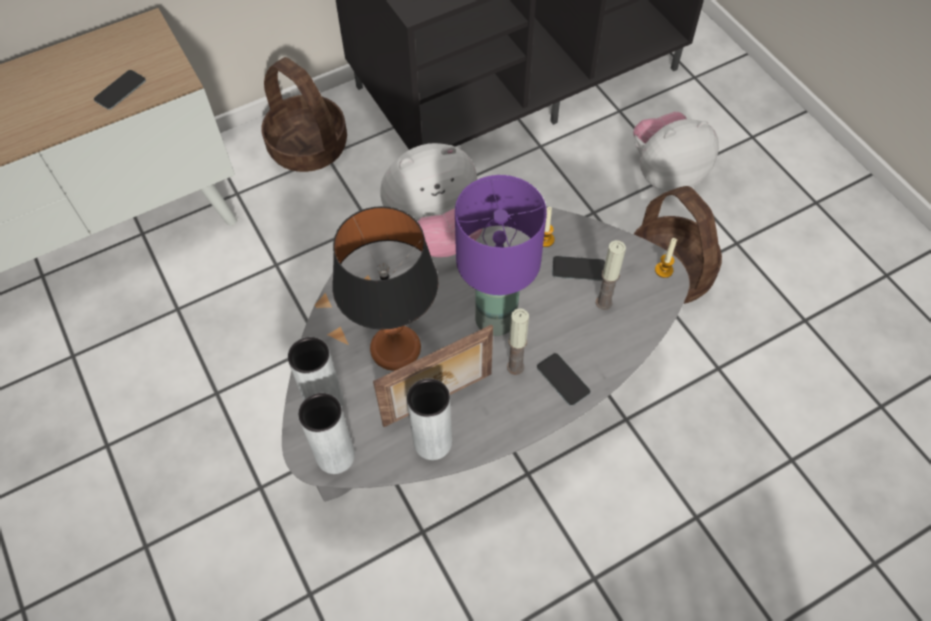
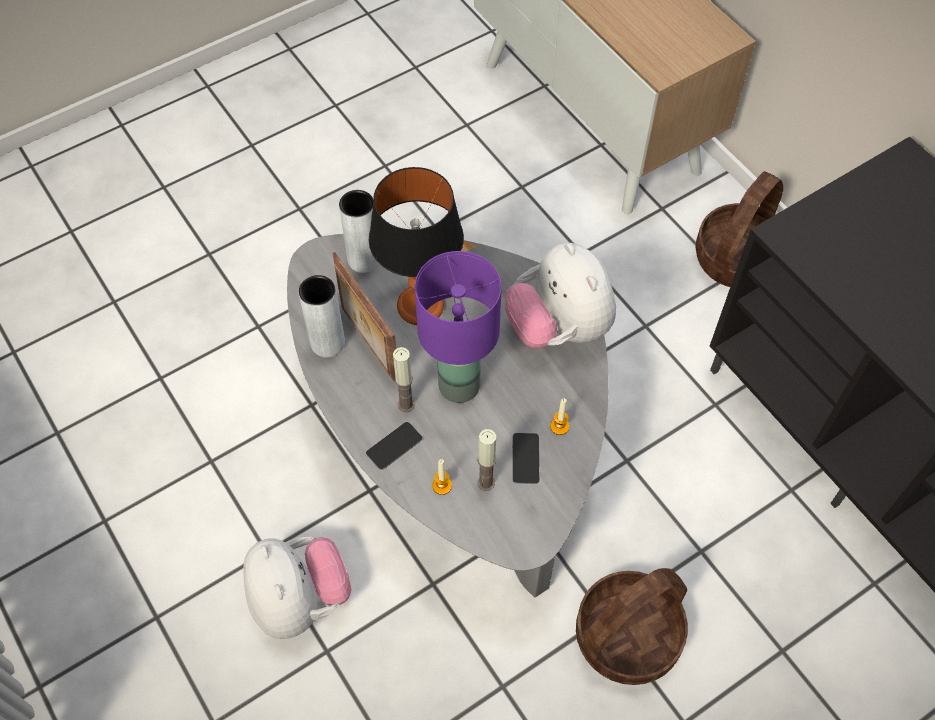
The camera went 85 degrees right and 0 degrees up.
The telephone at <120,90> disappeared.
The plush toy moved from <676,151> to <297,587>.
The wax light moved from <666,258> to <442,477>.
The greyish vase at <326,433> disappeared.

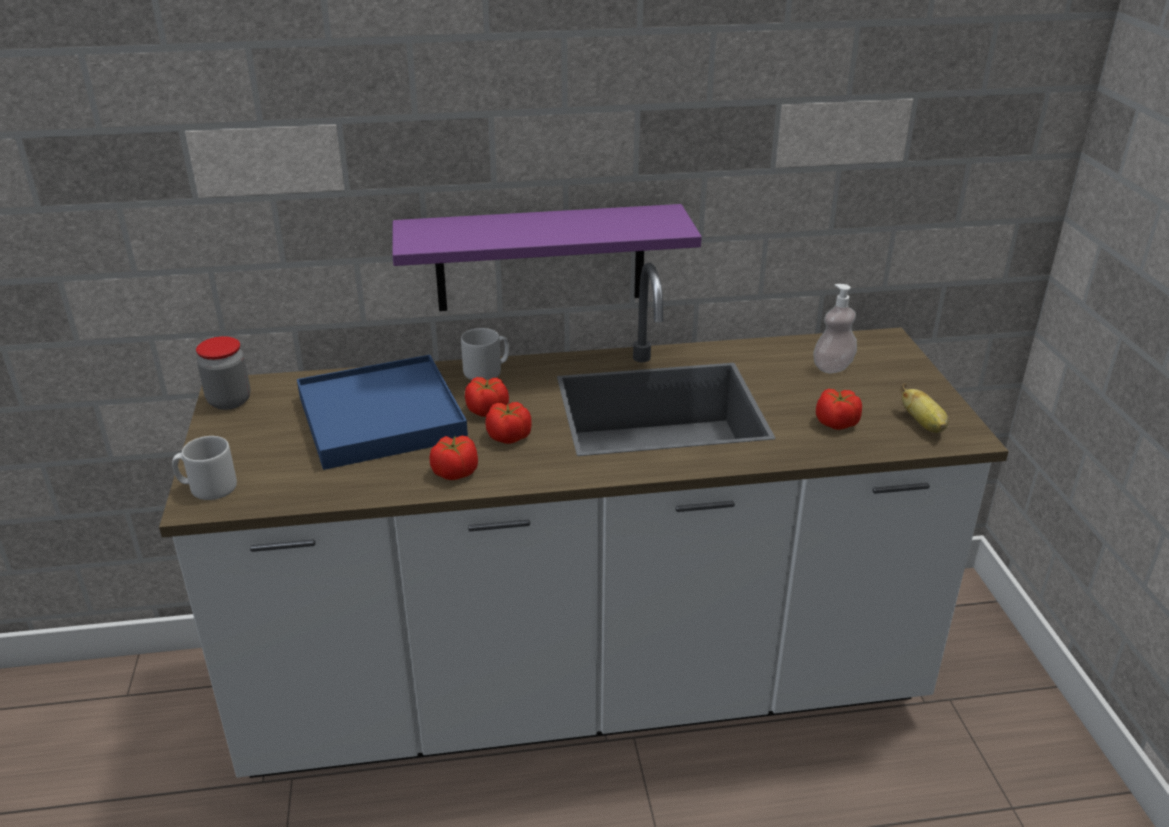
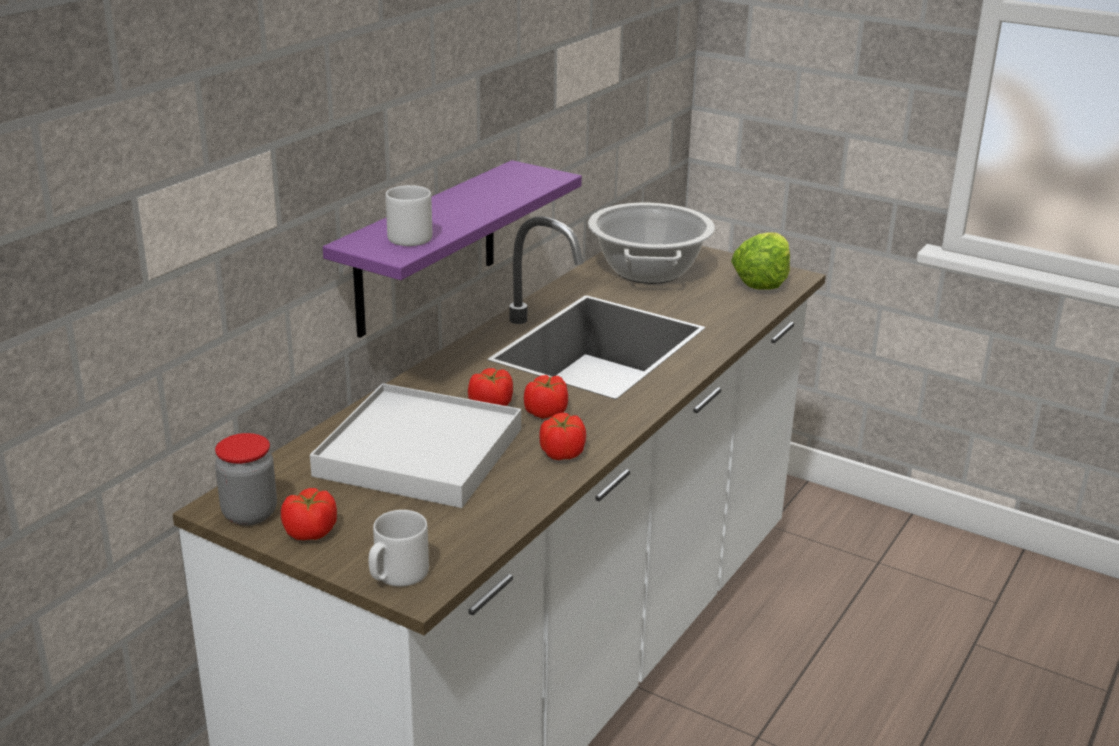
The camera went 50 degrees left and 5 degrees down.
The soap dispenser at <835,328> was replaced by the cooking pot at <651,243>.
The greyish coffee mug moved from <485,354> to <409,215>.
The blue-coloured serving tray at <382,412> became the white serving tray at <415,445>.
The whole banana at <924,408> was replaced by the lettuce head at <760,261>.
The fresh tomato moved from <839,409> to <309,514>.

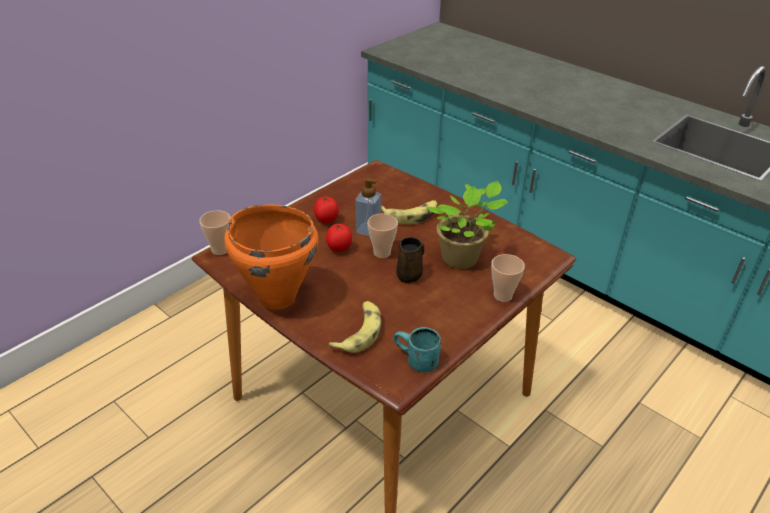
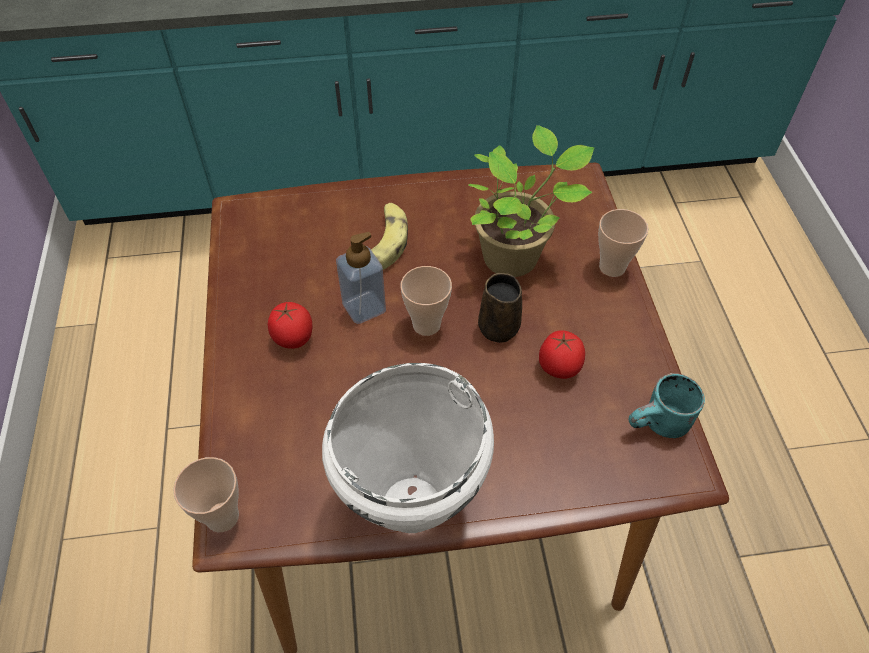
The camera went 50 degrees left and 15 degrees up.
The orangey cooking pot at <271,257> became the white cooking pot at <408,448>.
The fresh tomato moved from <339,237> to <562,354>.
The whole banana at <355,327> disappeared.

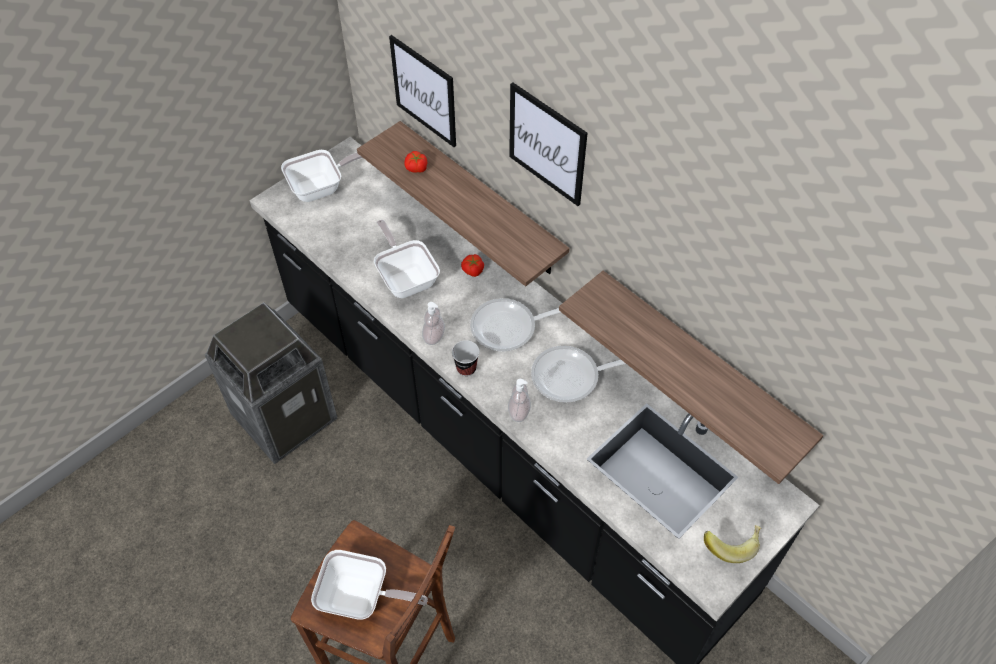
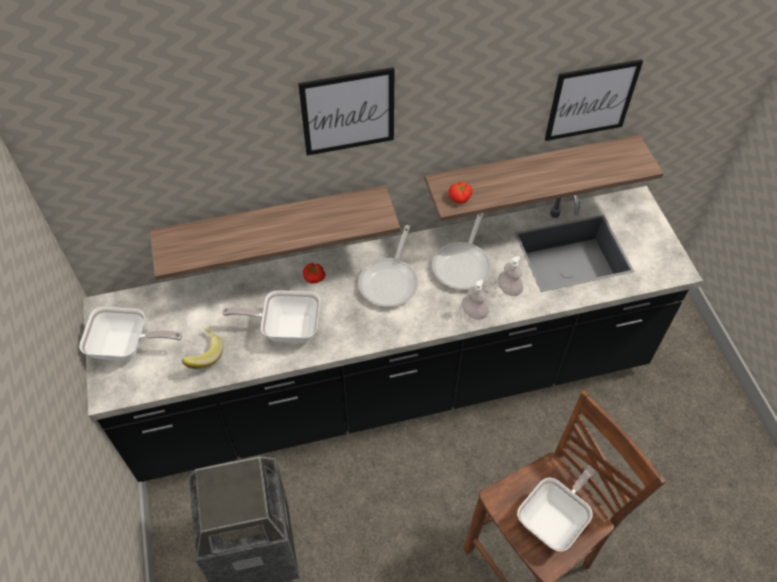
The camera went 60 degrees left and 0 degrees up.
The wall art moved from <422,91> to <594,100>.
The pan at <322,176> turned 90 degrees clockwise.
The fresh tomato moved from <415,162> to <460,193>.
The soap dispenser moved from <433,323> to <510,276>.
The cup at <465,358> disappeared.
The whole banana moved from <732,544> to <203,348>.

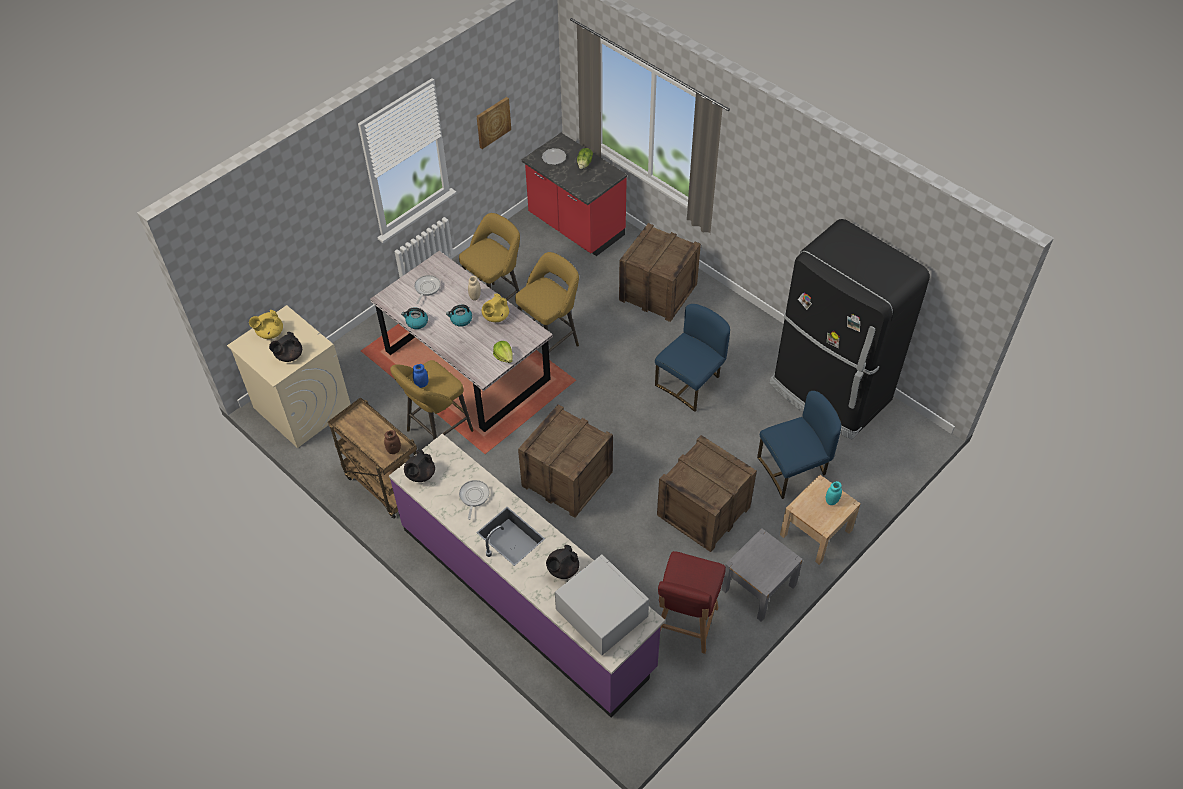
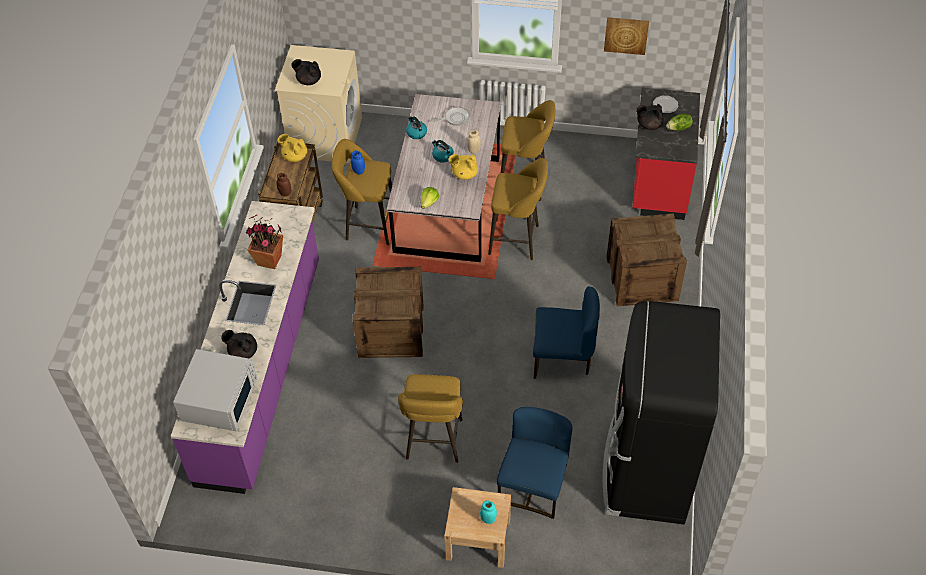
The camera went 55 degrees right and 0 degrees up.
The yellow-coloured tea pot moved from <266,324> to <292,148>.
The blue-coloured upright chair at <799,445> turned 105 degrees counterclockwise.
The packing crate at <707,493> was replaced by the yellow-coloured stool at <430,418>.
The black-coloured tea pot moved from <419,466> to <650,117>.
The pan at <474,500> was replaced by the plant in a pot at <264,242>.
The greyish bedside table at <762,575> disappeared.
The red-coloured upright chair at <692,602> disappeared.

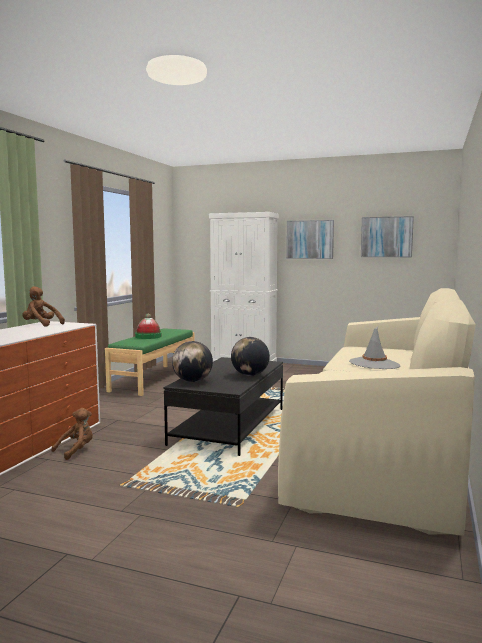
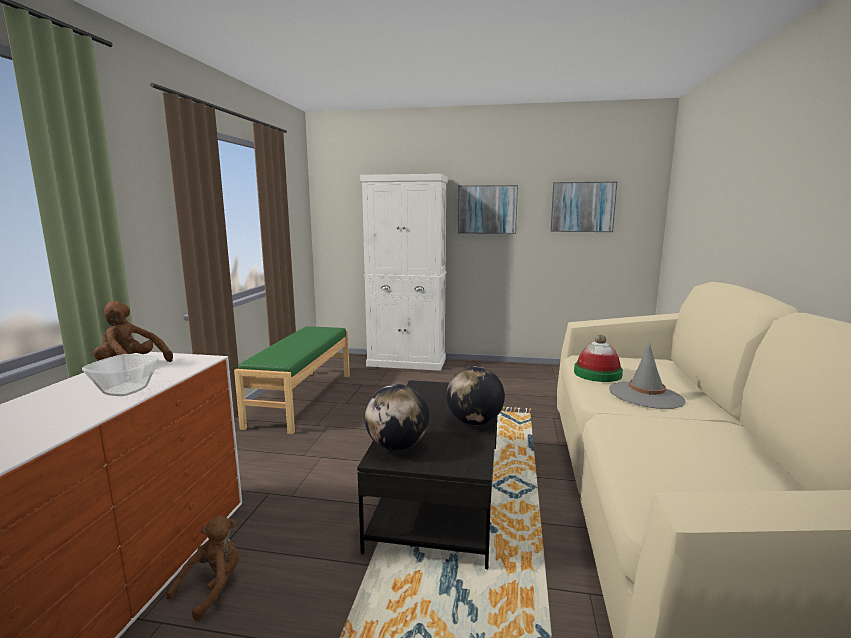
The camera went 10 degrees left and 5 degrees up.
The wearable hat moved from <148,326> to <598,358>.
The bowl at <120,375> appeared.

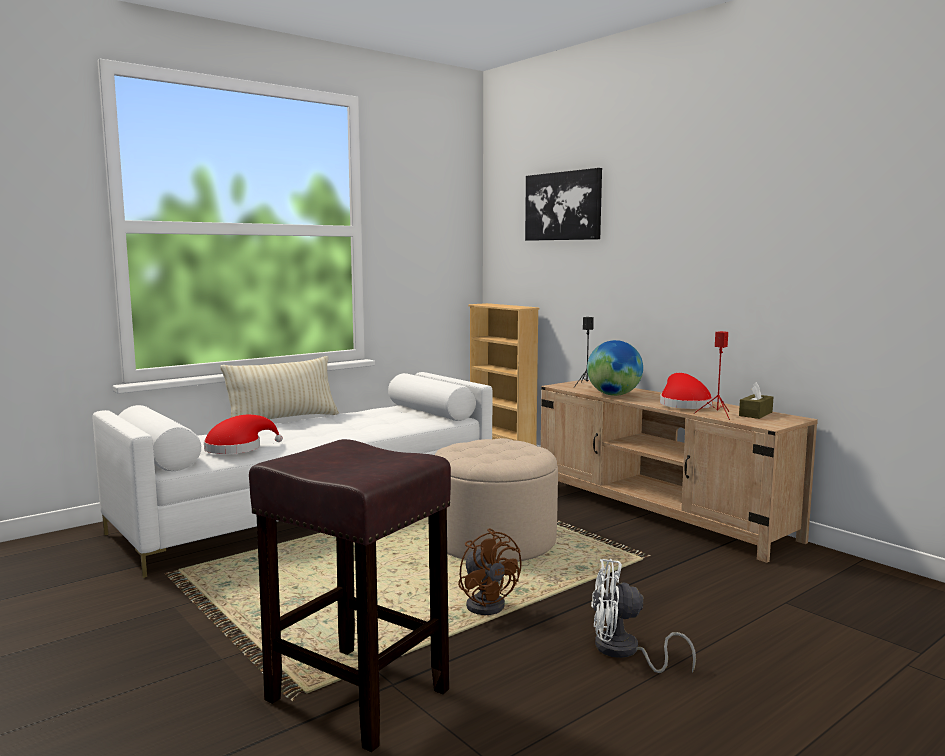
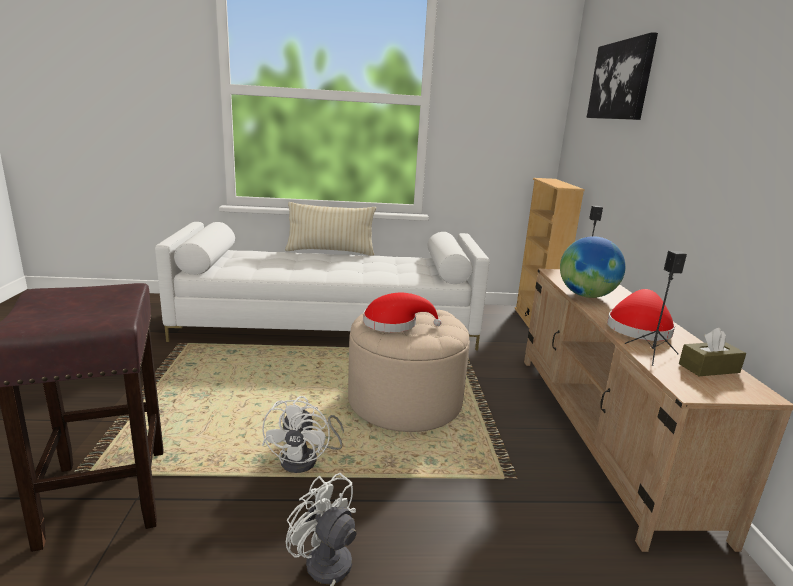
The camera went 35 degrees right and 10 degrees up.
The red-coloured loudspeaker at <711,375> became the black-coloured loudspeaker at <656,308>.
The red-coloured wearable hat moved from <243,434> to <402,312>.
The brown-coloured electric fan at <490,571> became the white electric fan at <303,434>.

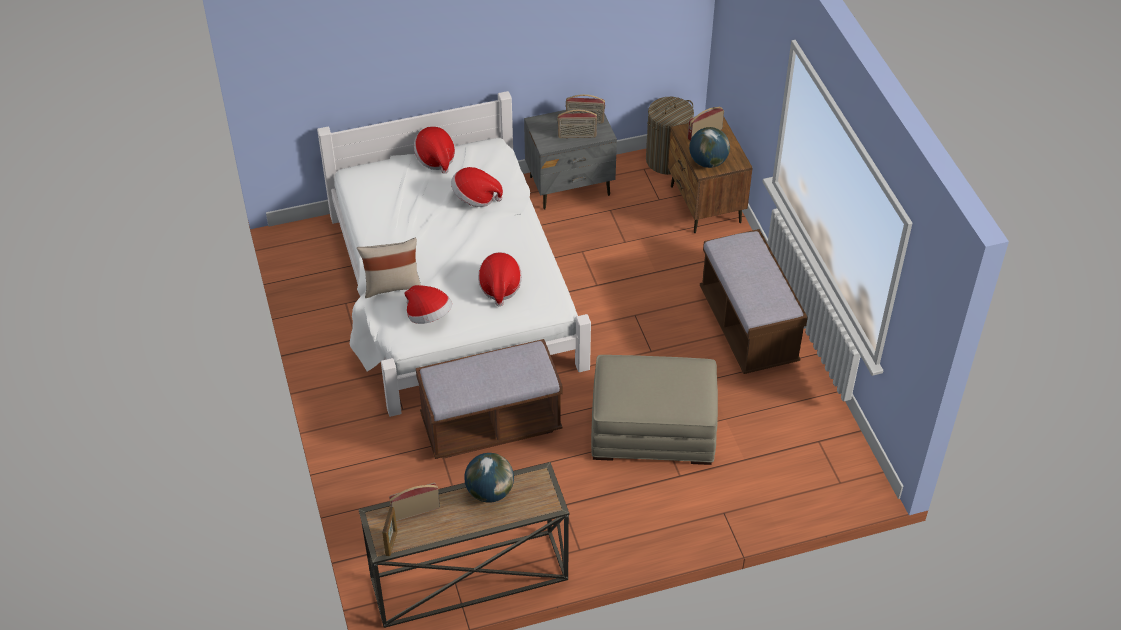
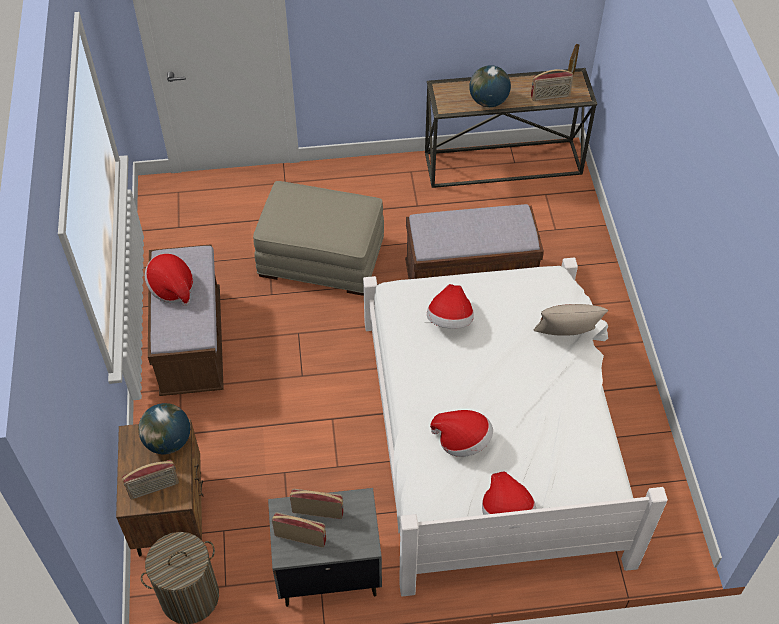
The camera went 170 degrees left and 5 degrees up.
The wearable hat moved from <428,304> to <169,279>.

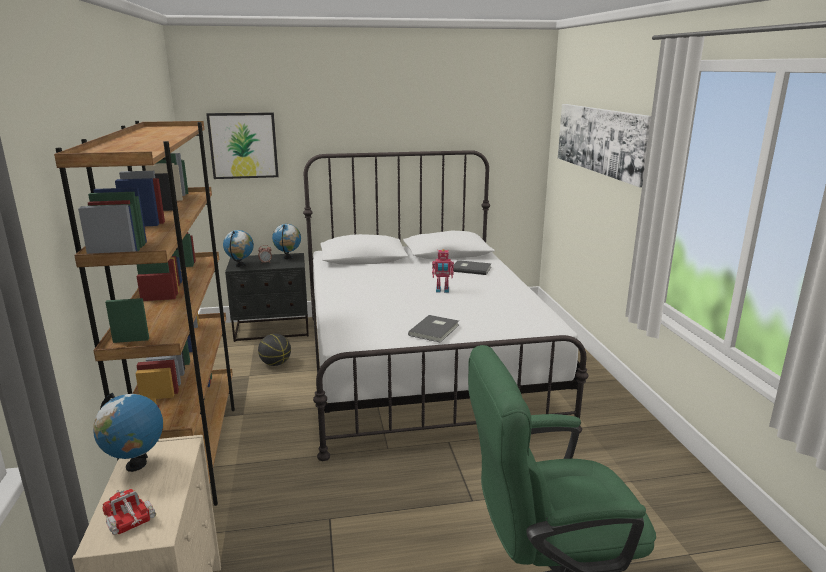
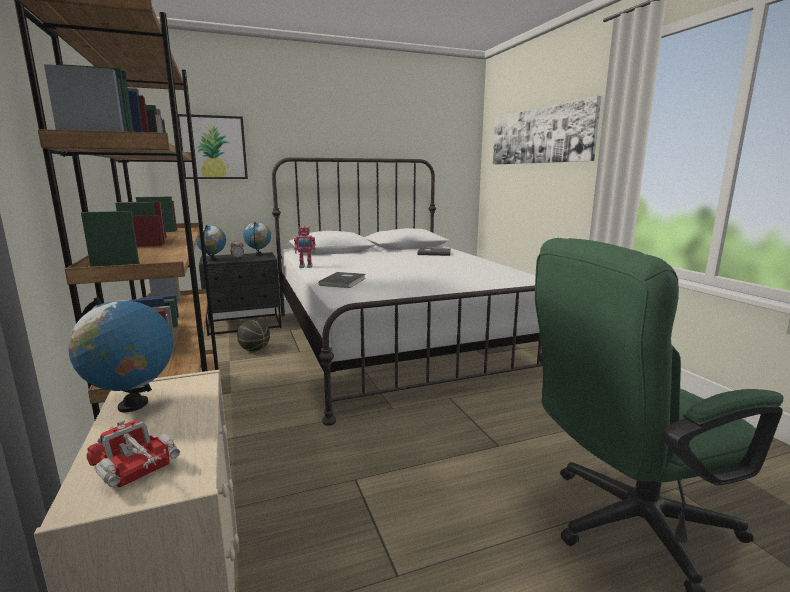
The camera went 10 degrees left and 5 degrees down.
The robot figure moved from <443,271> to <304,246>.
The greyish bound book moved from <433,329> to <342,280>.

